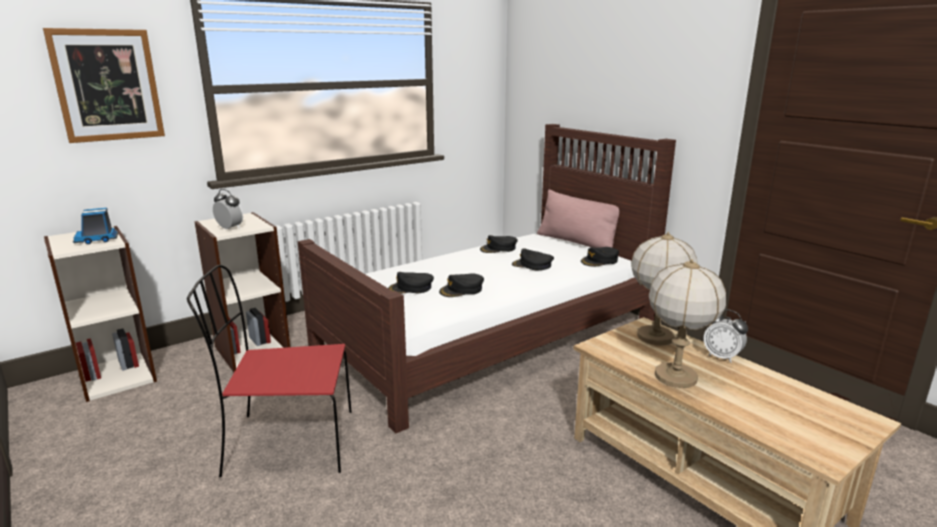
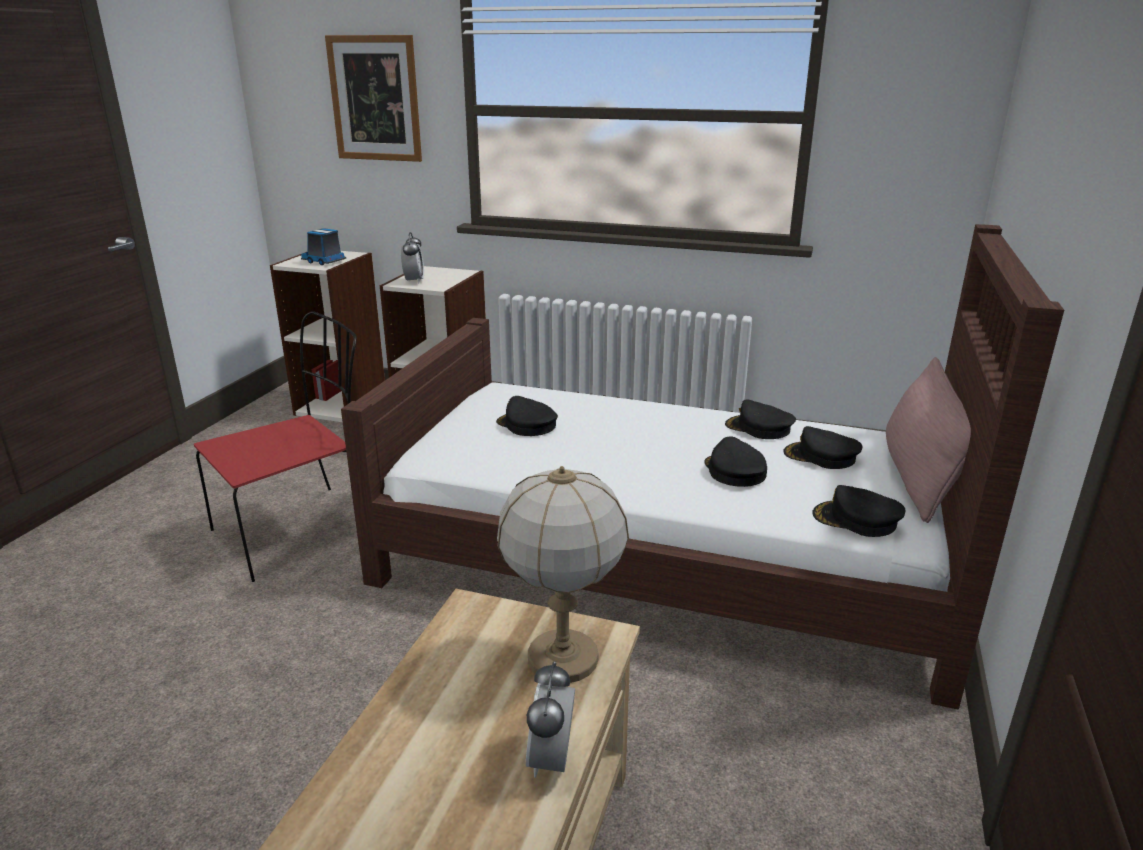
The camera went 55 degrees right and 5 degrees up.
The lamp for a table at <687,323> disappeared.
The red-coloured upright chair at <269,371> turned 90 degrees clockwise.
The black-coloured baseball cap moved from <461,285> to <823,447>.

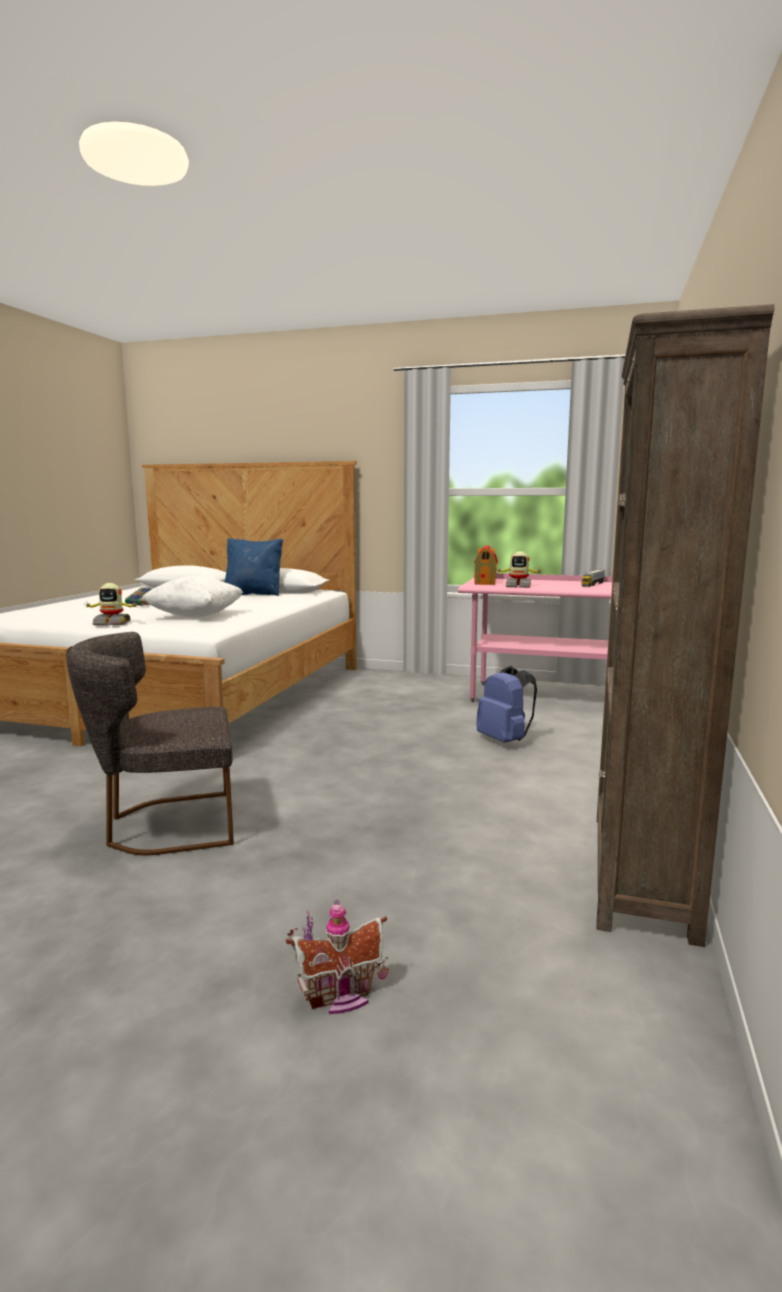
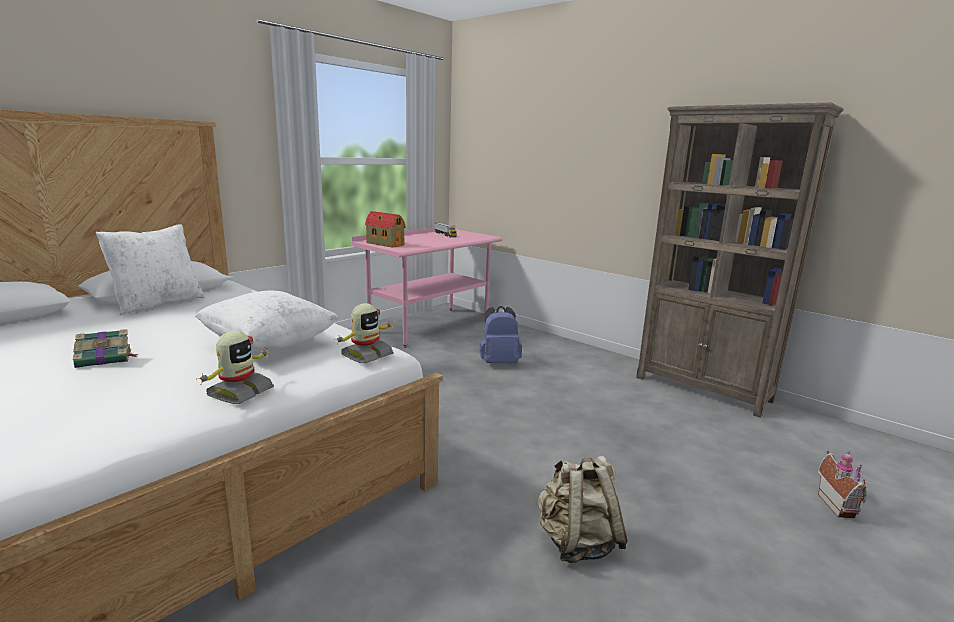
The camera went 65 degrees left and 5 degrees up.
The blue-coloured cushion at <254,567> became the white cushion at <150,270>.
The robot figure moved from <519,569> to <365,333>.
The greyish upright chair at <150,743> was replaced by the beige backpack at <583,509>.

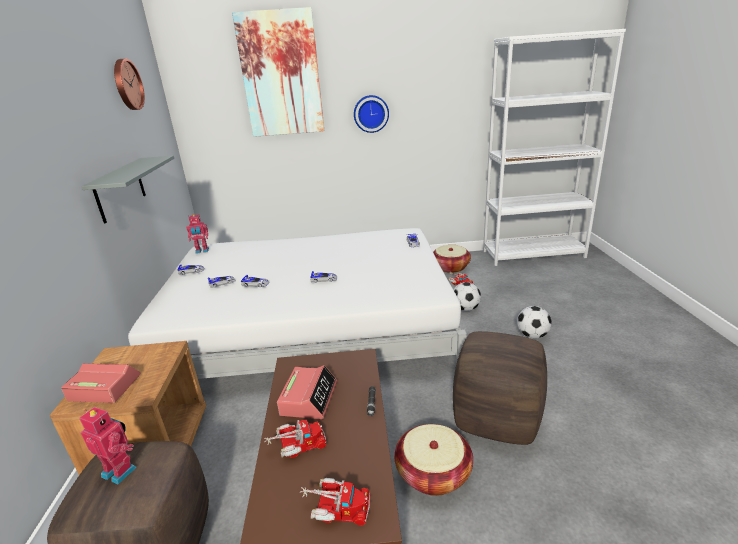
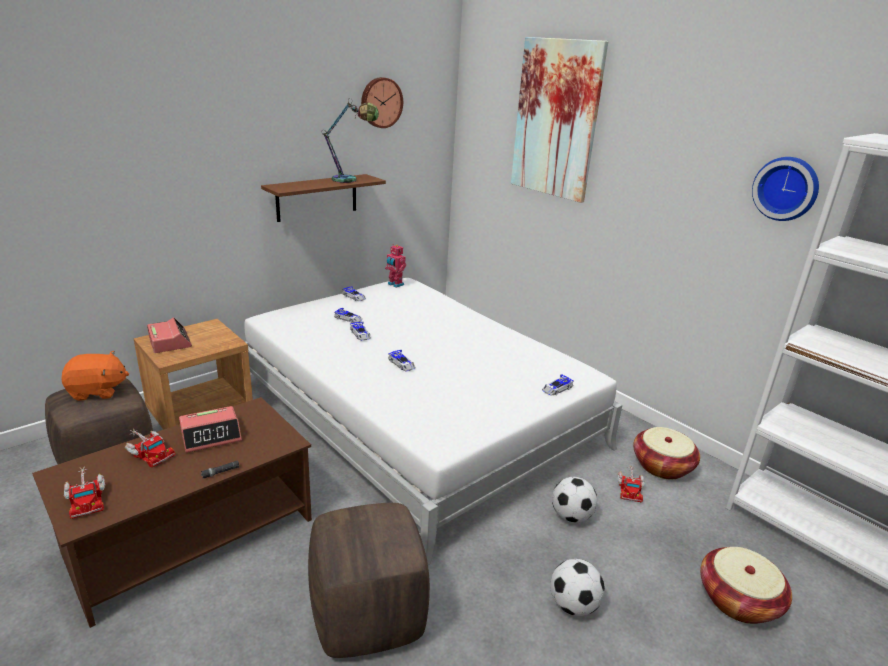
The camera went 50 degrees right and 0 degrees up.
The clock on the wall moved from <371,114> to <785,189>.
The greyish bracket shelf at <127,189> became the brown-coloured bracket shelf at <323,198>.
The robot figure at <108,446> was replaced by the orangey plush toy at <95,376>.
The household basket moved from <433,460> to <746,585>.
The lamp for a table at <350,140> appeared.

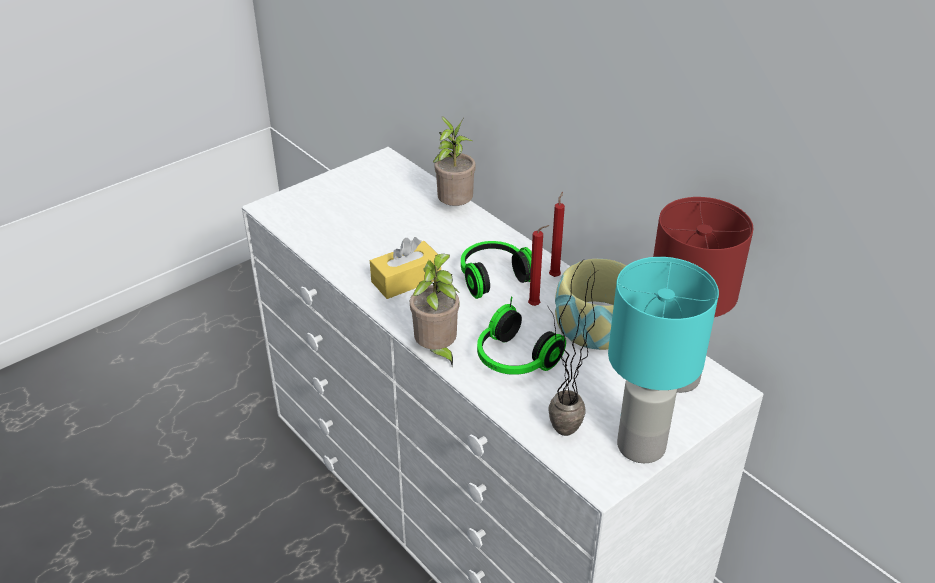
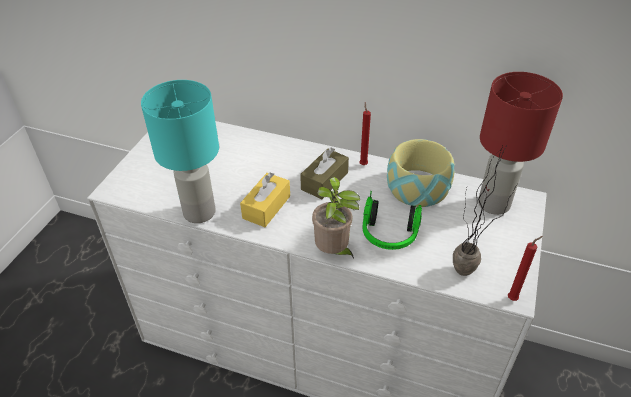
The camera went 30 degrees left and 5 degrees up.
The plant in a pot at <454,161> disappeared.
The red-coloured wax light moved from <539,265> to <525,268>.
The headphones at <496,270> was replaced by the brown-coloured tissue box at <324,173>.
The turquoise-coloured lamp for a table moved from <663,360> to <180,151>.

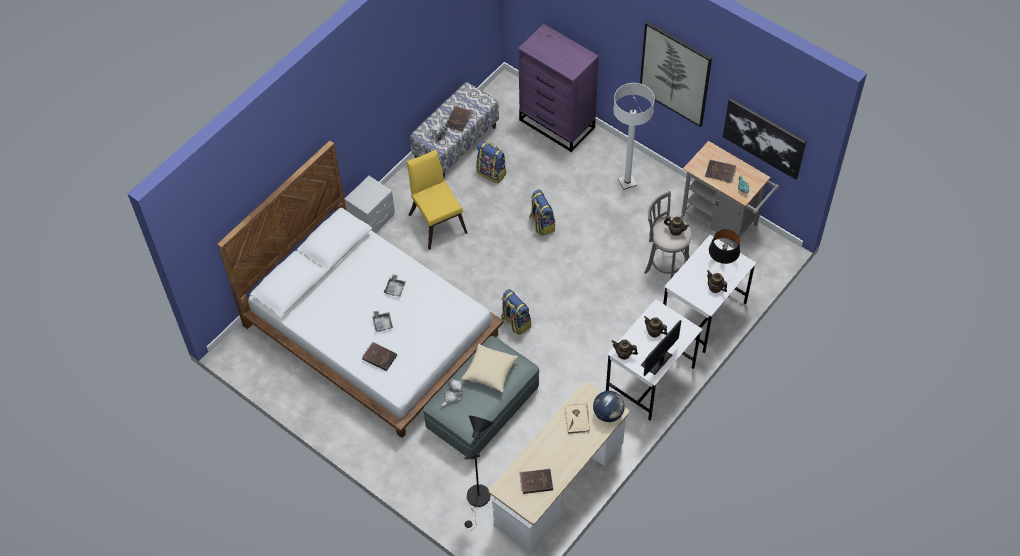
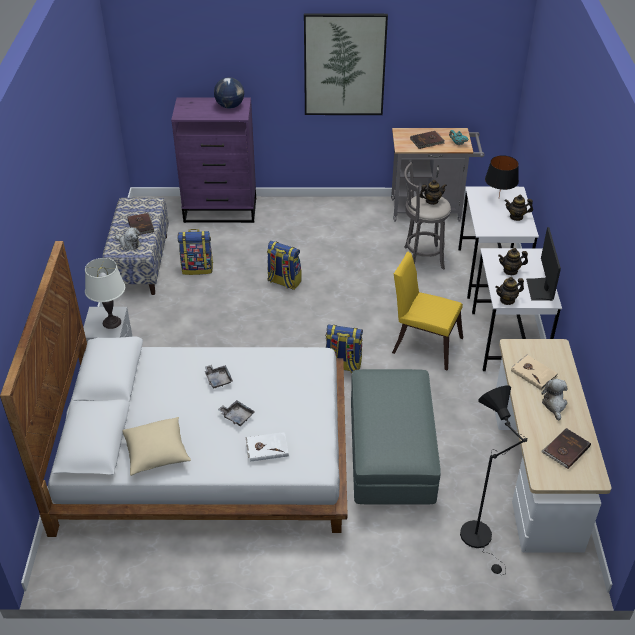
The camera went 40 degrees left and 15 degrees down.
The white standard lamp at <633,136> disappeared.
The wall art at <764,139> disappeared.
The yellow-coloured upright chair moved from <437,199> to <427,311>.
The brown-coloured bound book at <379,356> became the white bound book at <267,447>.
The beige cushion moved from <489,368> to <157,446>.
The plush toy moved from <451,393> to <554,400>.
The desk globe moved from <609,406> to <229,92>.
The white lamp for a table at <105,293> appeared.

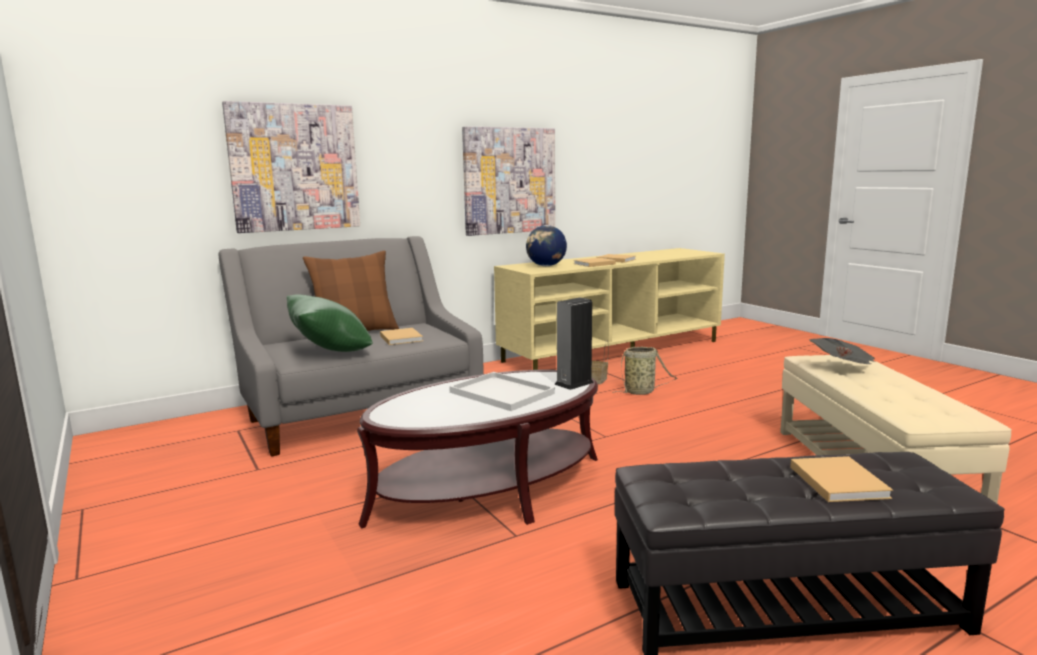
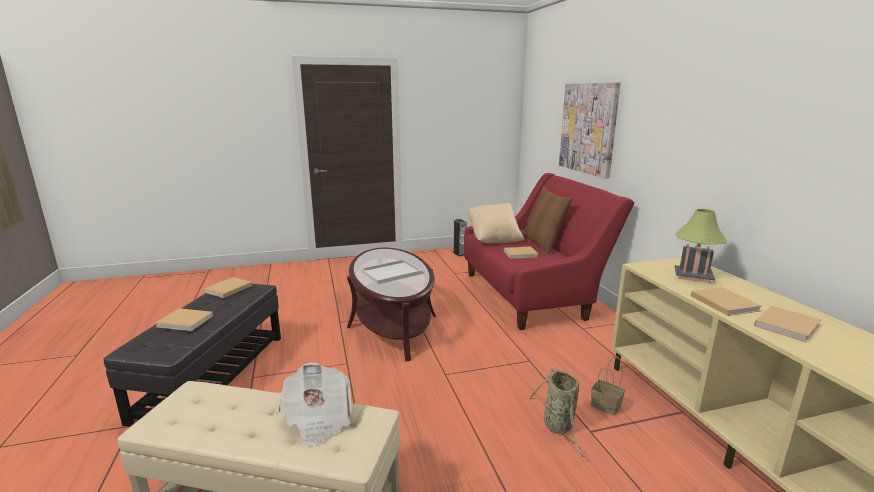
The camera went 105 degrees right and 5 degrees up.
The wall art at <508,181> disappeared.
The desk globe at <546,245> was replaced by the lamp for a table at <701,246>.
The greyish sofa at <350,346> became the red-coloured sofa at <549,251>.
The greenish cushion at <330,323> became the beige cushion at <496,223>.
The loudspeaker moved from <574,344> to <460,237>.
The beige bound book at <228,287> appeared.

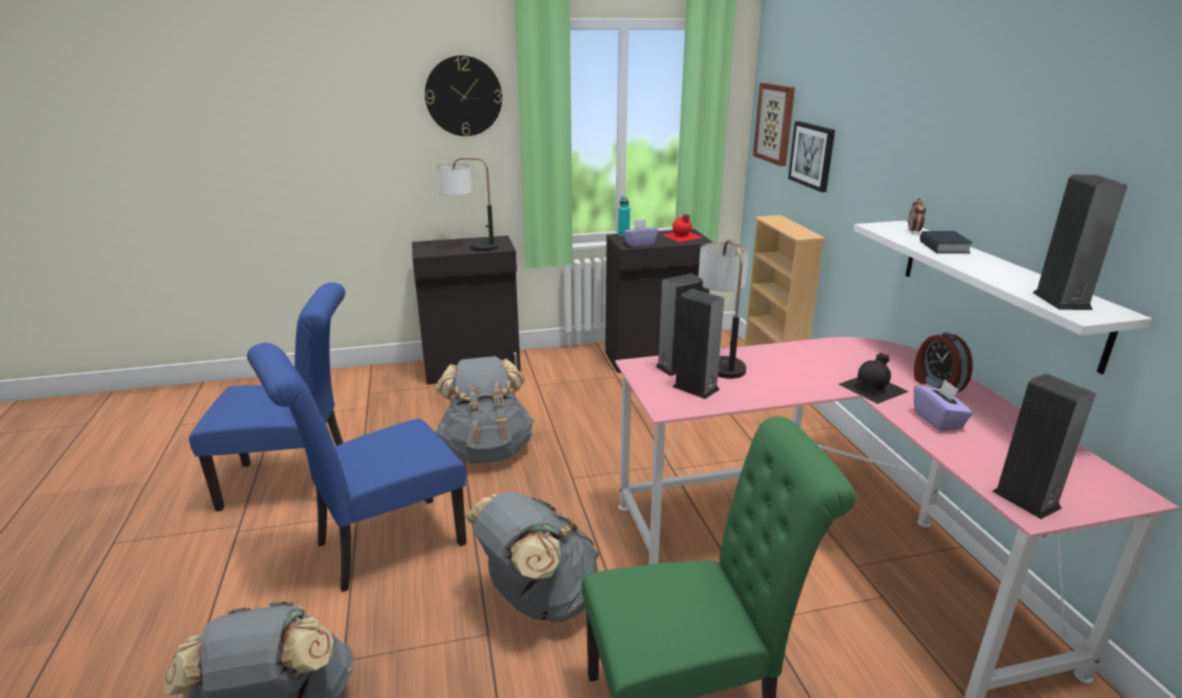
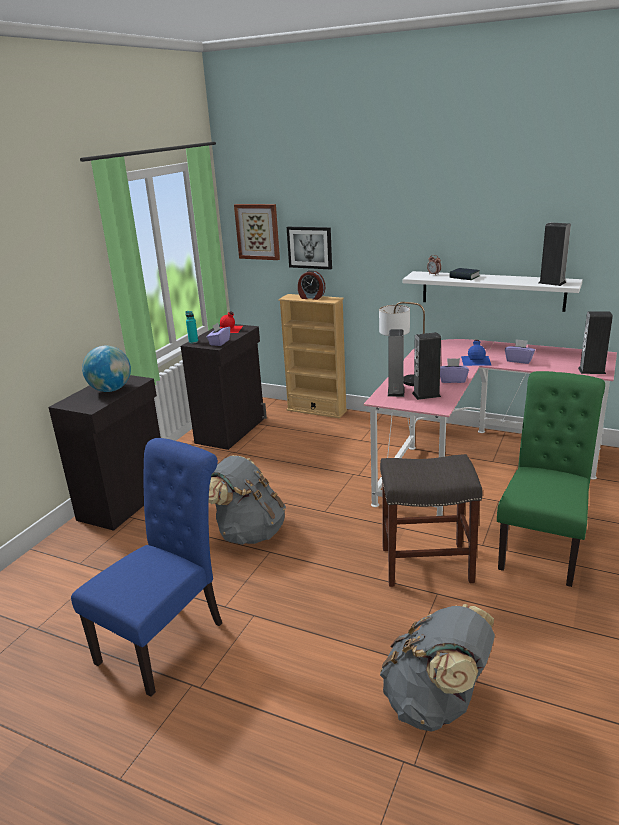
The camera went 50 degrees left and 0 degrees up.
The clock on the wall at <463,95> disappeared.
The lamp for a table at <467,204> was replaced by the desk globe at <106,368>.
The bedside clock moved from <943,362> to <311,285>.
The blue-coloured upright chair at <357,467> disappeared.
The black-coloured drink bottle at <873,378> became the blue-coloured drink bottle at <476,353>.
The greyish backpack at <532,557> was replaced by the greyish stool at <431,520>.
The purple-coloured tissue box at <454,370> appeared.

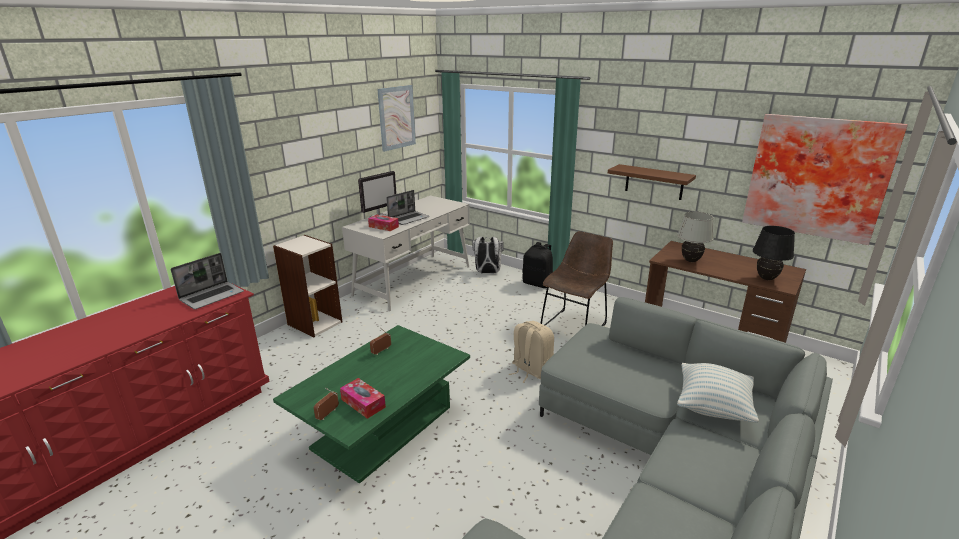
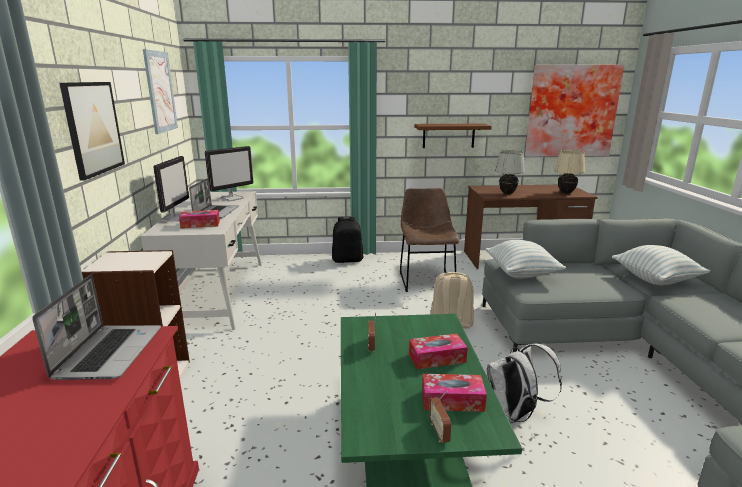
The camera went 40 degrees left and 5 degrees down.
The black-coloured lamp for a table at <774,253> became the beige lamp for a table at <569,171>.
The white backpack moved from <487,254> to <524,383>.
The wall art at <92,131> appeared.
The computer display at <229,173> appeared.
The cushion at <525,259> appeared.
The tissue box at <438,351> appeared.

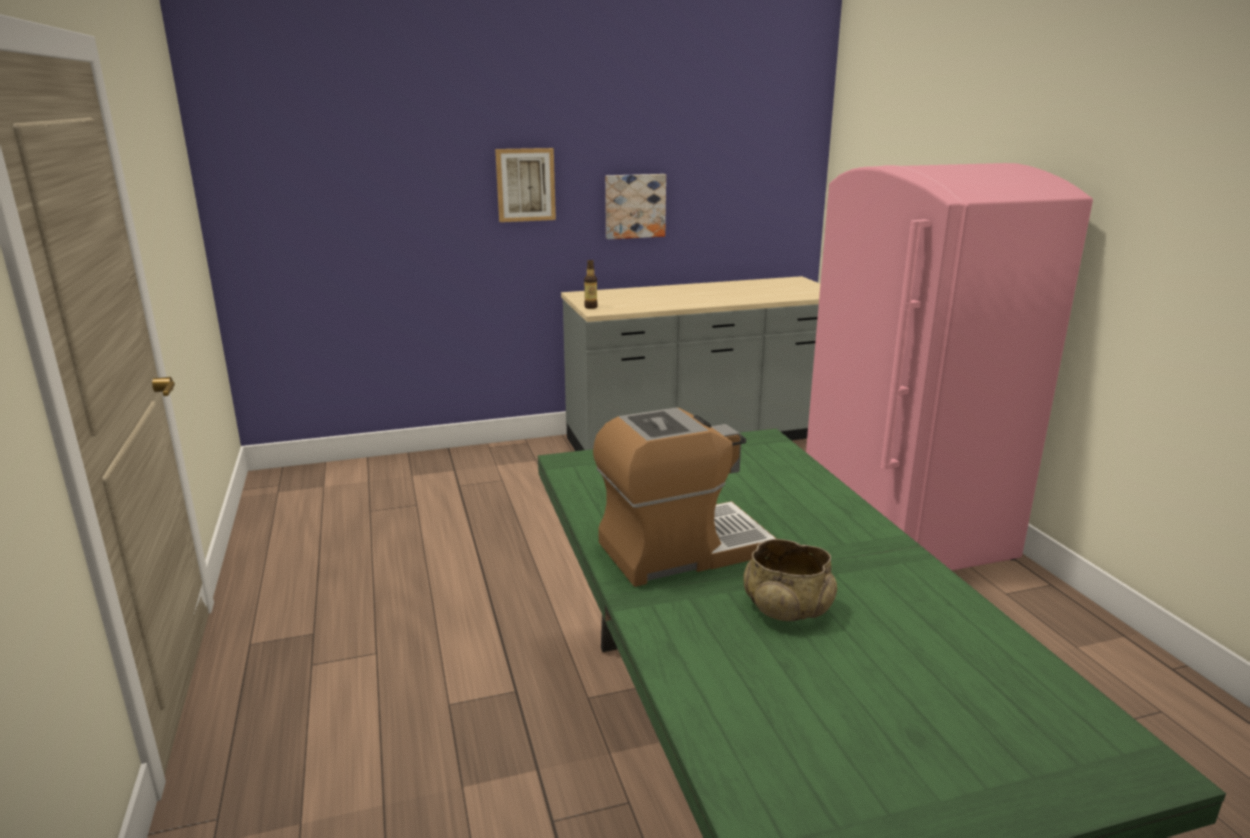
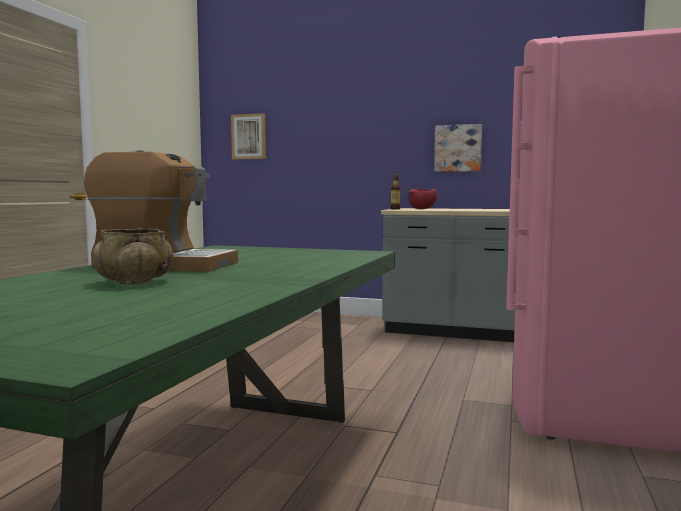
The camera went 35 degrees right and 15 degrees down.
The wall art moved from <525,185> to <248,136>.
The red-coloured bowl at <423,199> appeared.

